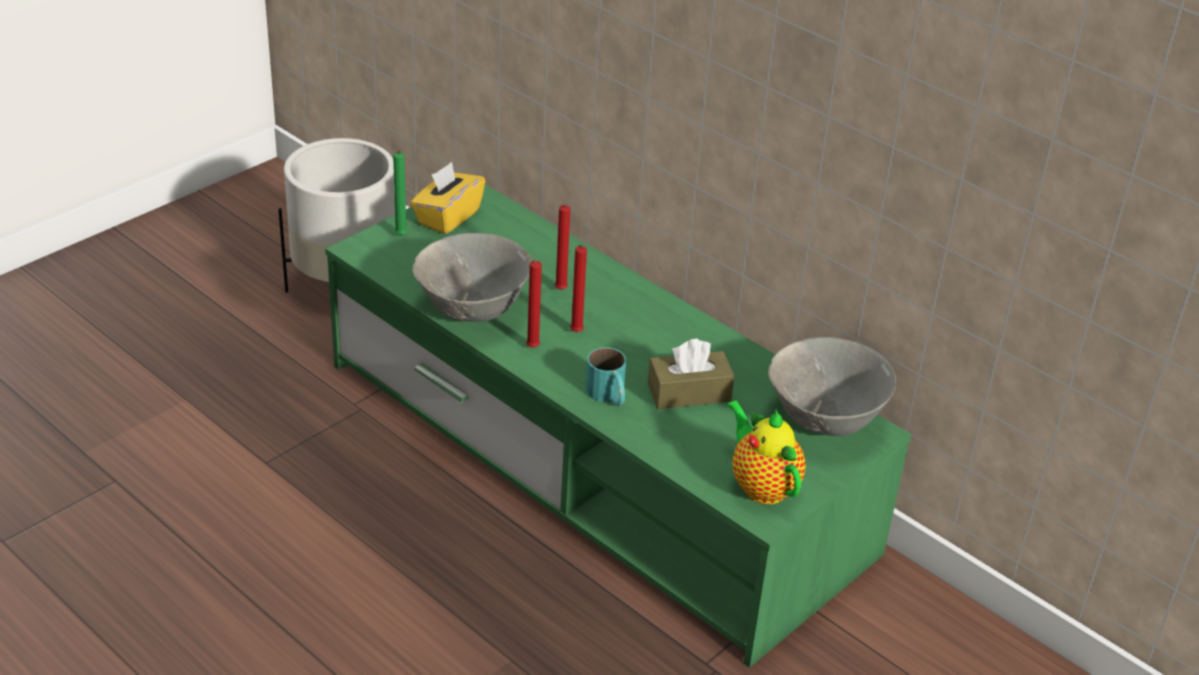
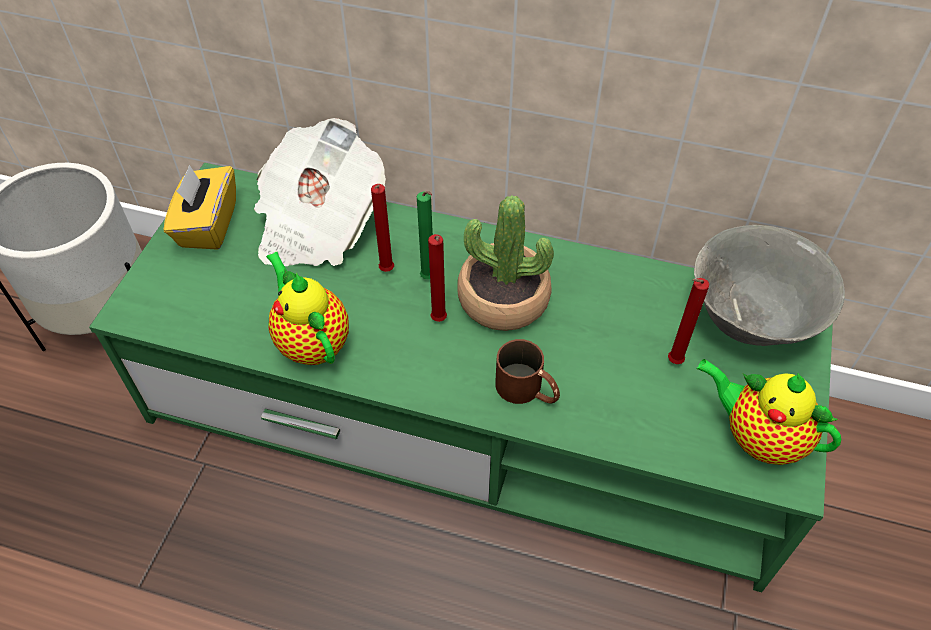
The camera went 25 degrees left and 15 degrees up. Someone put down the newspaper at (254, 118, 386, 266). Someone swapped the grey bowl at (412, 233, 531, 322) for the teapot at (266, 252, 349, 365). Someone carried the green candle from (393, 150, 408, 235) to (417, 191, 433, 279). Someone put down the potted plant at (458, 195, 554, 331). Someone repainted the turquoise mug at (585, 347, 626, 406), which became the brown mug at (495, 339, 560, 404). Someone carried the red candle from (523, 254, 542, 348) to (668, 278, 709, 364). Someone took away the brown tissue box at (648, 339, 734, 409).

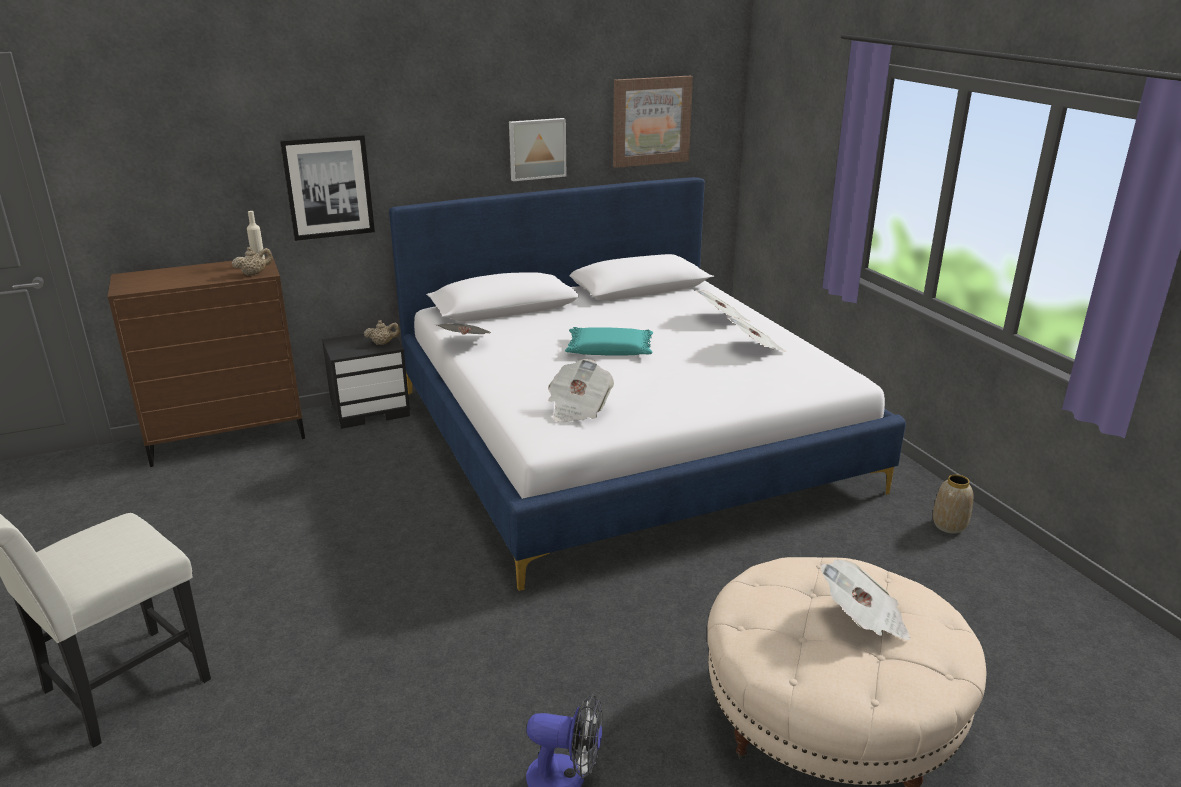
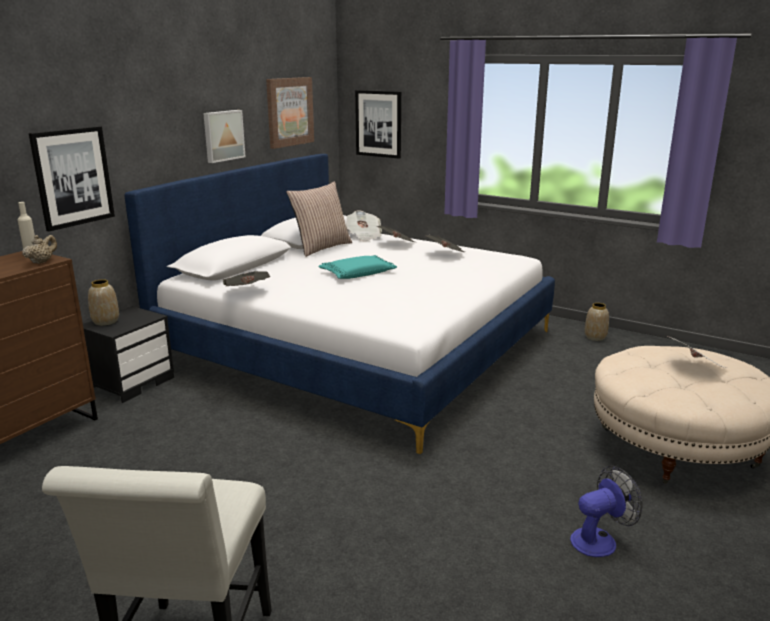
The camera went 35 degrees left and 5 degrees down. Someone put down the vase at (88, 279, 119, 326). Someone put down the pillow at (286, 181, 352, 257). Someone carried the newspaper from (548, 359, 614, 422) to (346, 211, 382, 241). Someone put up the picture at (355, 90, 401, 159). Someone took away the beige teapot at (364, 320, 400, 345).

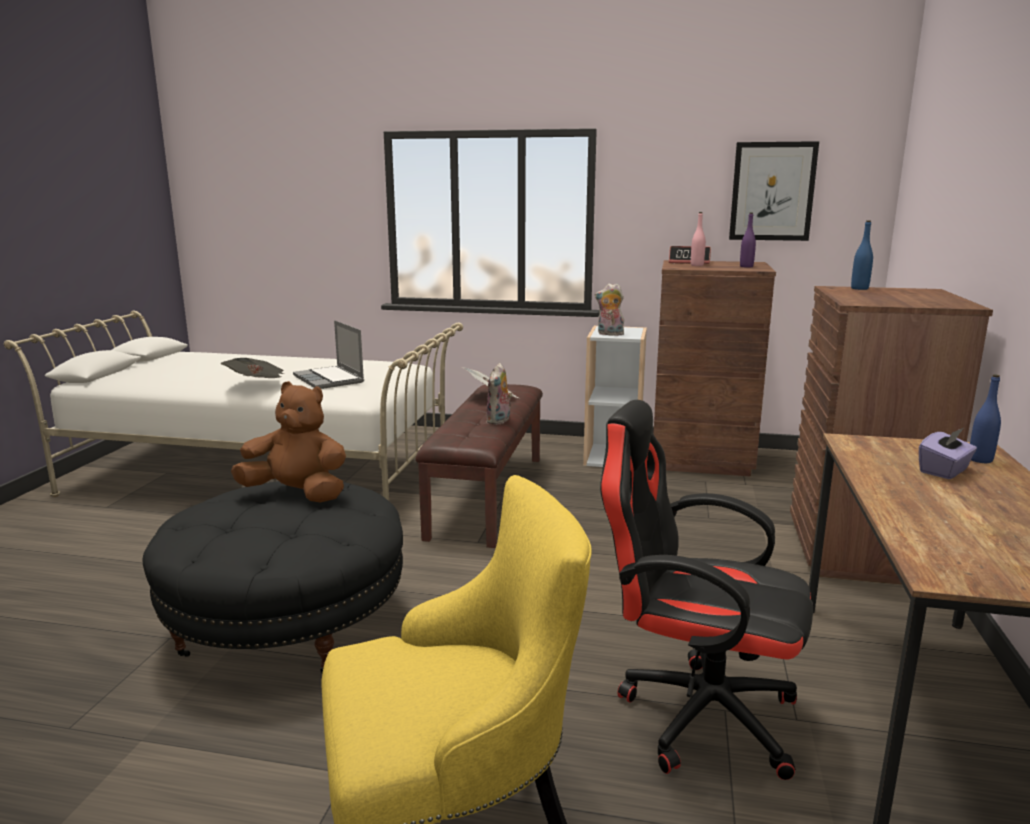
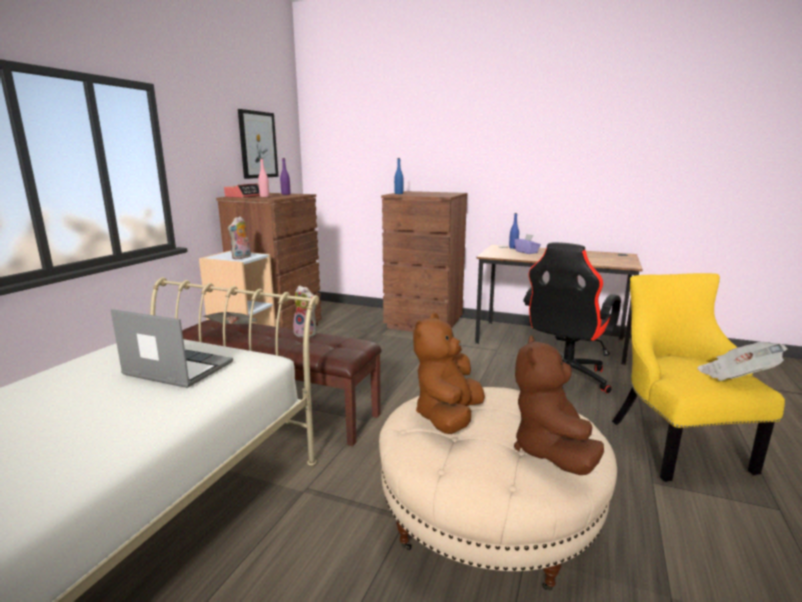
The camera went 80 degrees left and 0 degrees up. Someone rotated the laptop at (293, 320, 364, 389) by 135 degrees counterclockwise. Someone repainted the black ottoman at (143, 481, 403, 673), which became the beige ottoman at (379, 387, 617, 591). Someone put down the brown plush toy at (514, 335, 604, 475). Someone carried the newspaper from (221, 358, 284, 378) to (697, 342, 788, 381).

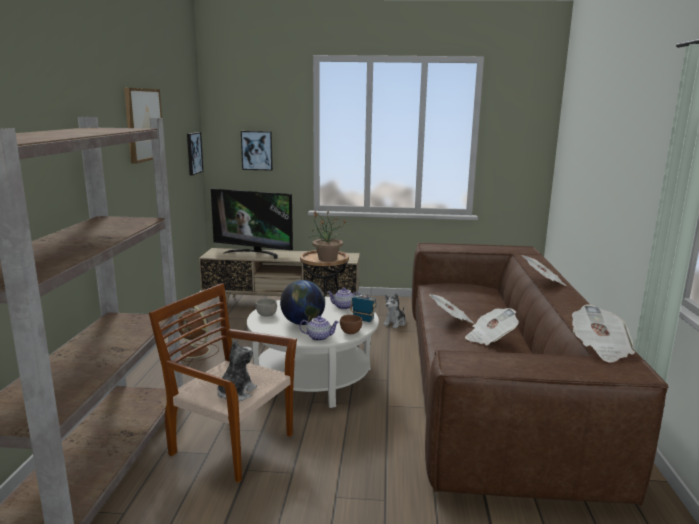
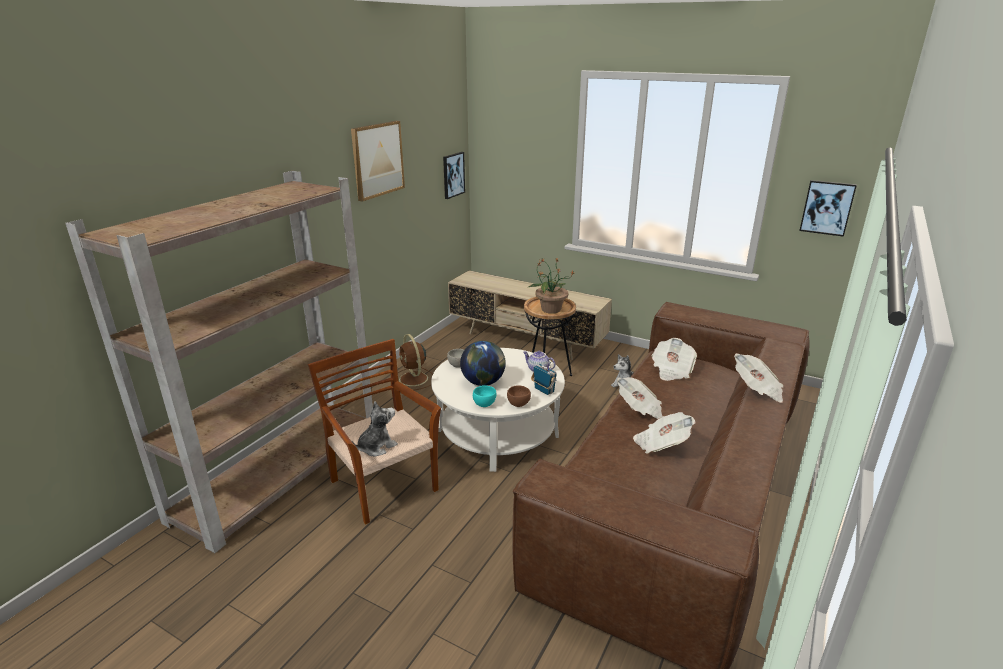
The camera went 25 degrees right and 10 degrees up. Someone swapped the teapot at (299, 316, 339, 341) for the turquoise bowl at (473, 385, 496, 407). Someone carried the newspaper from (572, 305, 635, 363) to (652, 338, 697, 381). Someone carried the picture from (241, 131, 273, 171) to (799, 180, 857, 237). Someone took away the television at (211, 189, 293, 259).

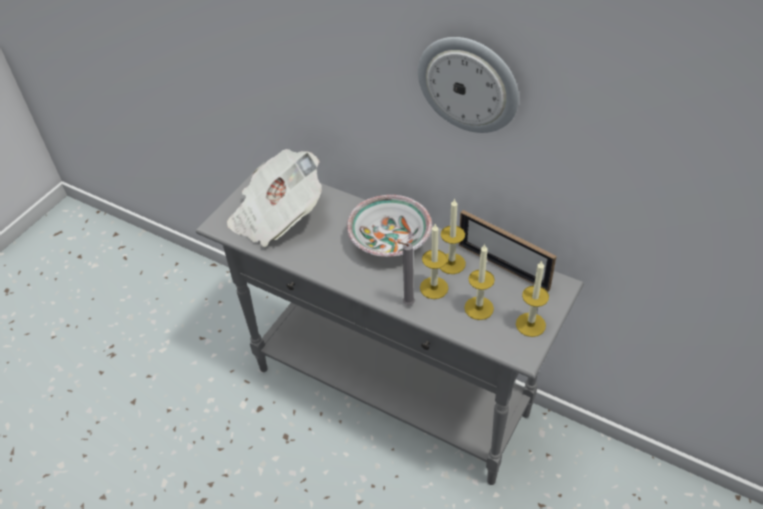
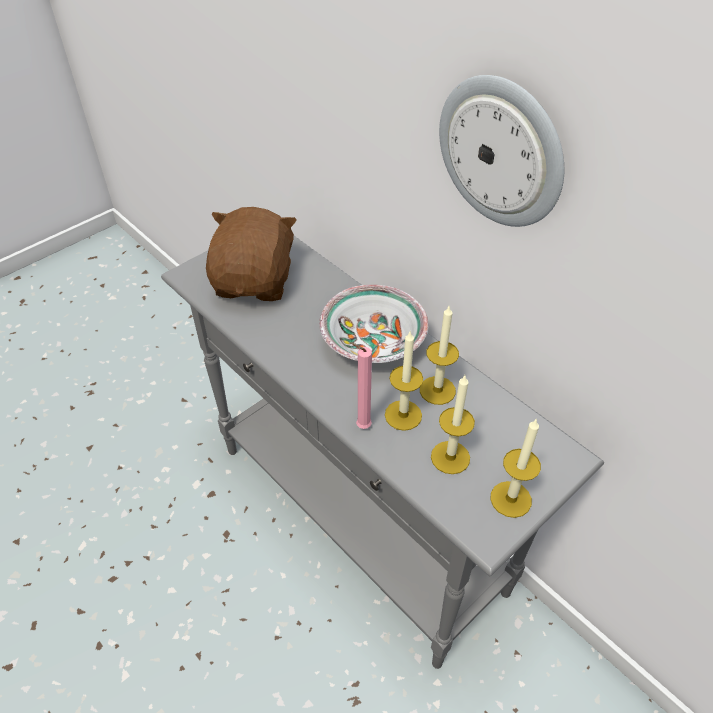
The camera went 15 degrees right and 0 degrees up. Someone swapped the newspaper at (227, 149, 322, 247) for the brown plush toy at (206, 207, 297, 301). Someone repainted the grey candle at (397, 242, 415, 305), which became the pink candle at (350, 342, 372, 429). Someone took away the picture frame at (459, 210, 557, 292).

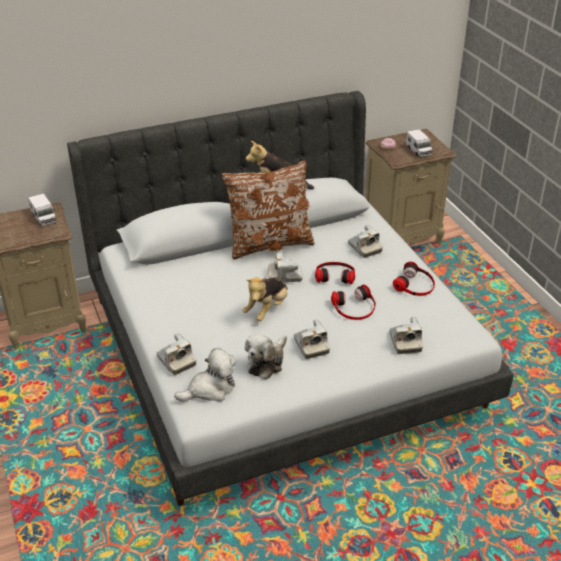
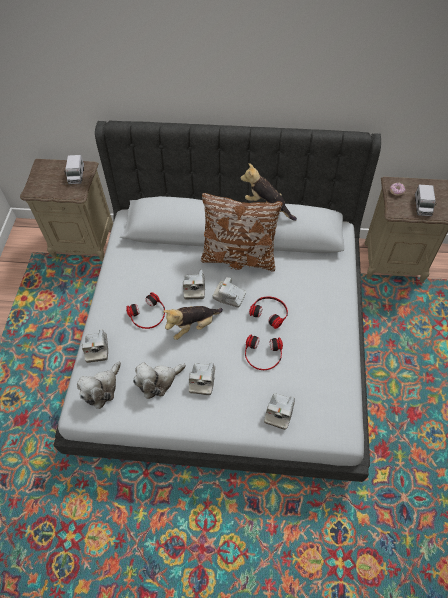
The camera went 30 degrees right and 20 degrees up. Someone rotated the plush toy at (174, 348, 236, 402) by 120 degrees clockwise. Someone carried the headphones from (393, 262, 435, 296) to (126, 292, 165, 329). Someone carried the photo camera from (348, 224, 383, 258) to (183, 270, 205, 300).

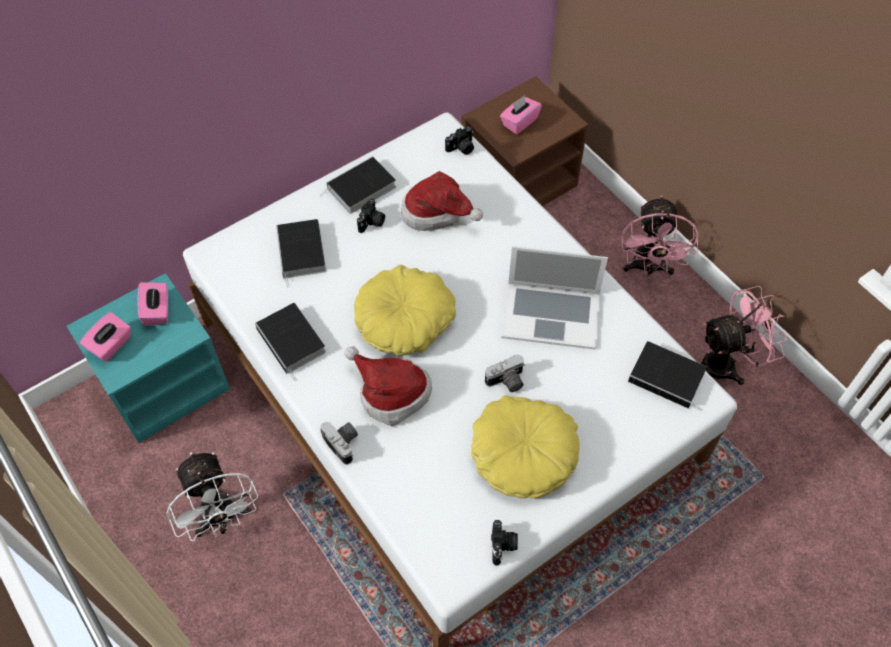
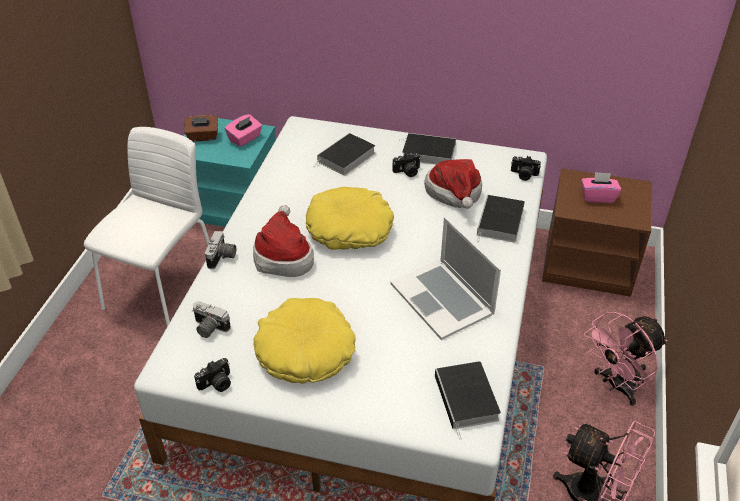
The camera went 50 degrees right and 15 degrees down. Someone swapped the white fan at (166, 452, 258, 541) for the white chair at (84, 127, 210, 326). Someone repainted the pink tissue box at (80, 312, 131, 362), which became the brown tissue box at (184, 115, 218, 142). Someone carried the photo camera from (485, 354, 525, 392) to (192, 301, 231, 338). Someone carried the book from (255, 303, 326, 382) to (477, 195, 525, 243).

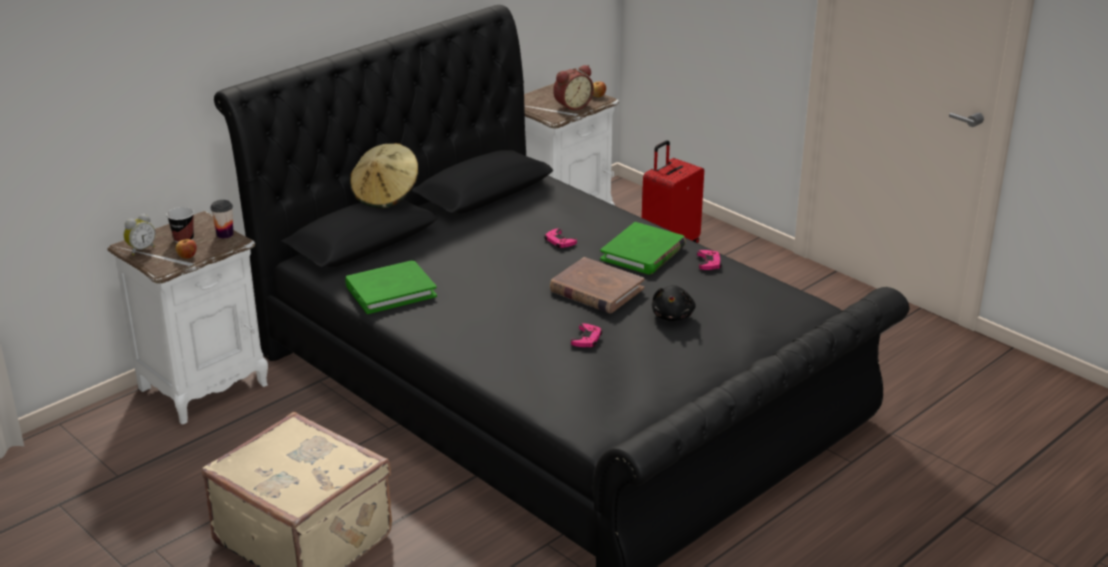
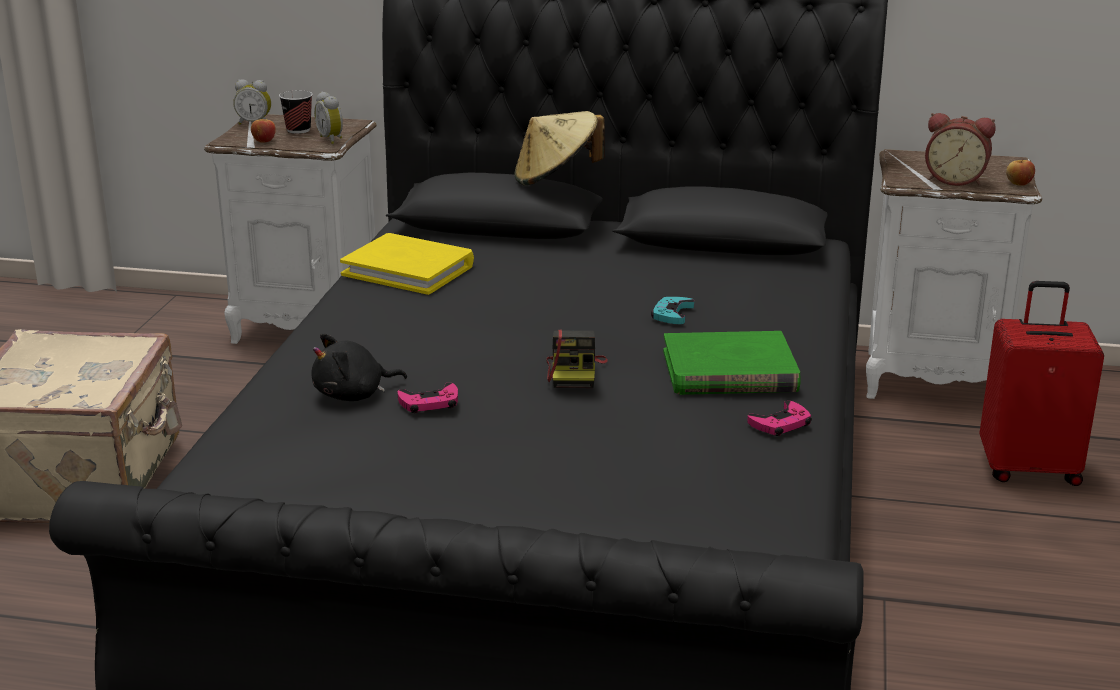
The camera went 55 degrees right and 5 degrees down. Someone carried the black plush toy from (652, 285, 696, 321) to (311, 333, 407, 401). Someone swapped the cup at (210, 200, 233, 239) for the alarm clock at (314, 92, 343, 144). Someone repainted the green book at (345, 261, 437, 314), which became the yellow book at (340, 233, 474, 295). Someone swapped the brown book at (550, 257, 645, 313) for the photo camera at (546, 329, 608, 388). Someone repainted the pink game controller at (544, 228, 577, 248), which became the turquoise game controller at (651, 297, 694, 324).

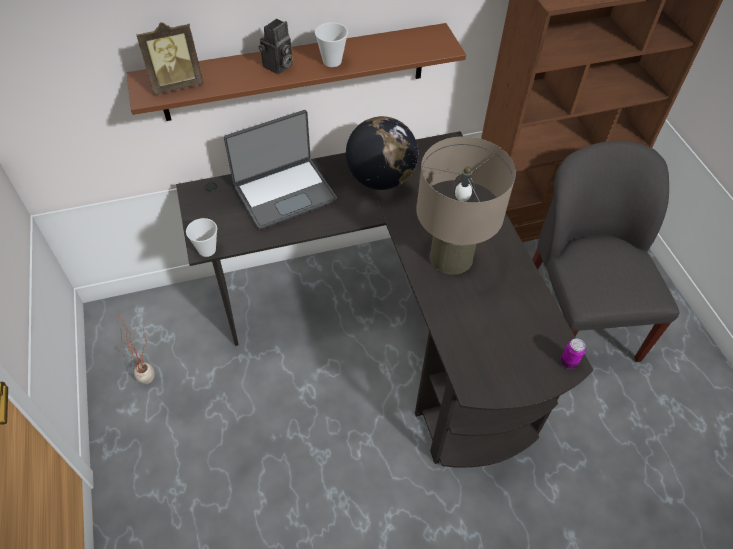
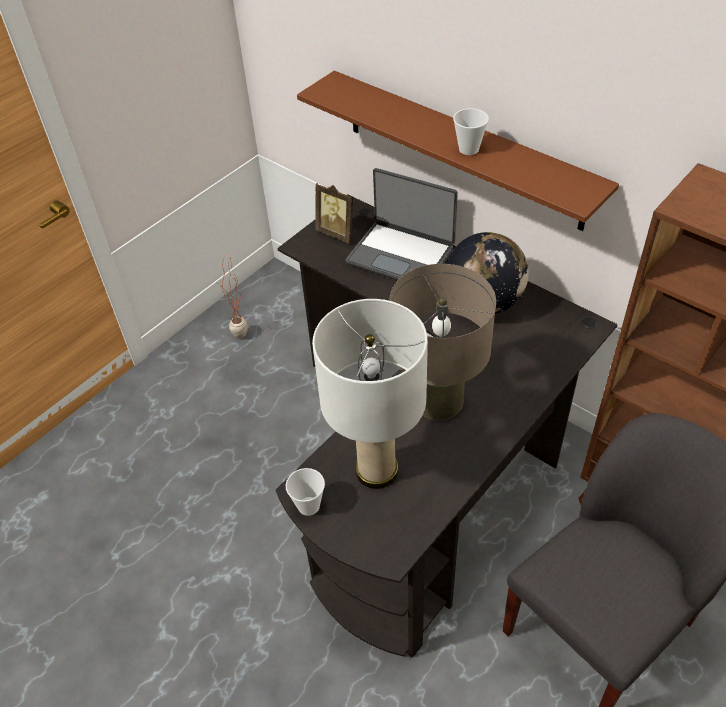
The camera went 60 degrees right and 5 degrees down. Someone carried the cup from (186, 218, 217, 257) to (286, 468, 325, 516). Someone put down the white table lamp at (312, 299, 428, 489). Someone carried the picture frame from (136, 22, 203, 95) to (315, 183, 357, 244). Someone took away the photo camera at (259, 19, 293, 74). Someone took away the can at (560, 338, 586, 369).

